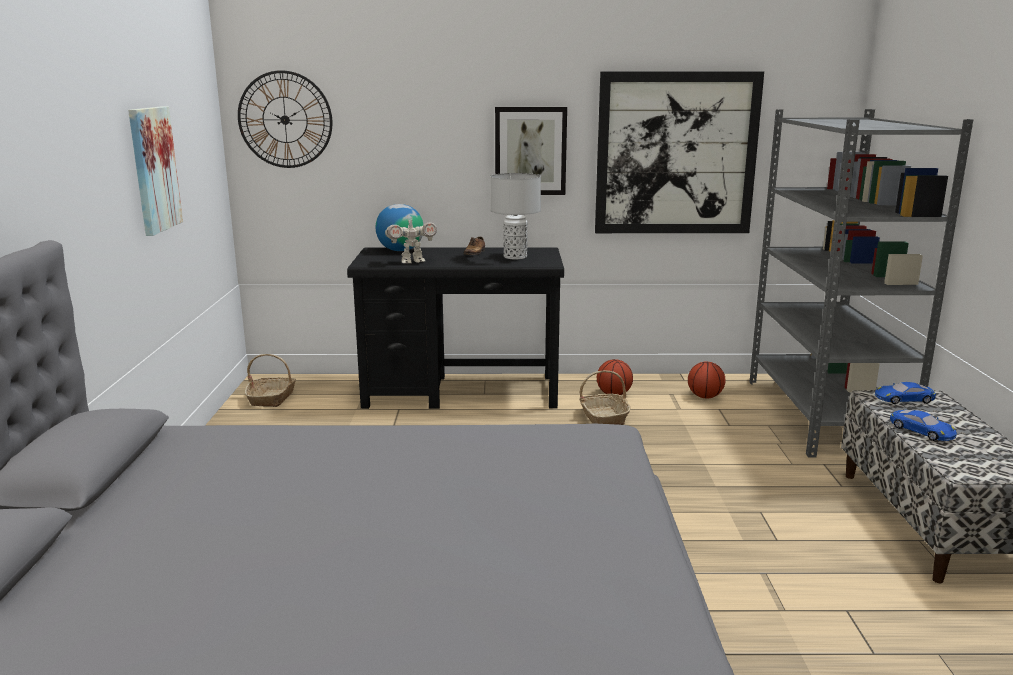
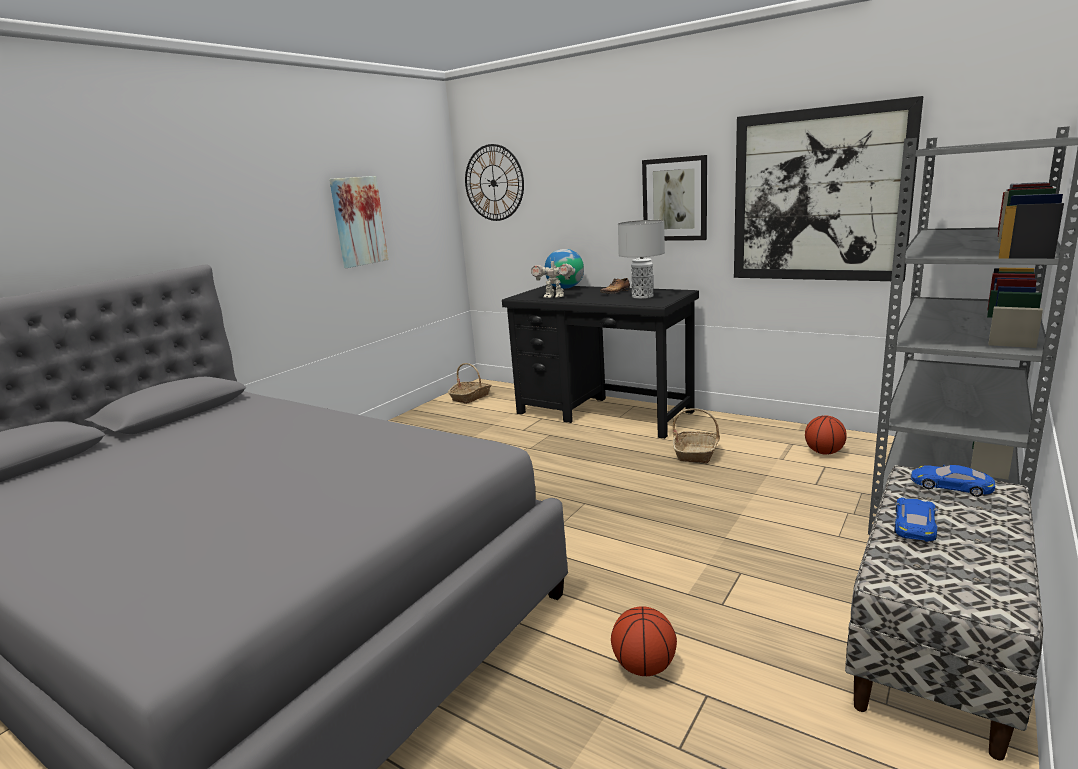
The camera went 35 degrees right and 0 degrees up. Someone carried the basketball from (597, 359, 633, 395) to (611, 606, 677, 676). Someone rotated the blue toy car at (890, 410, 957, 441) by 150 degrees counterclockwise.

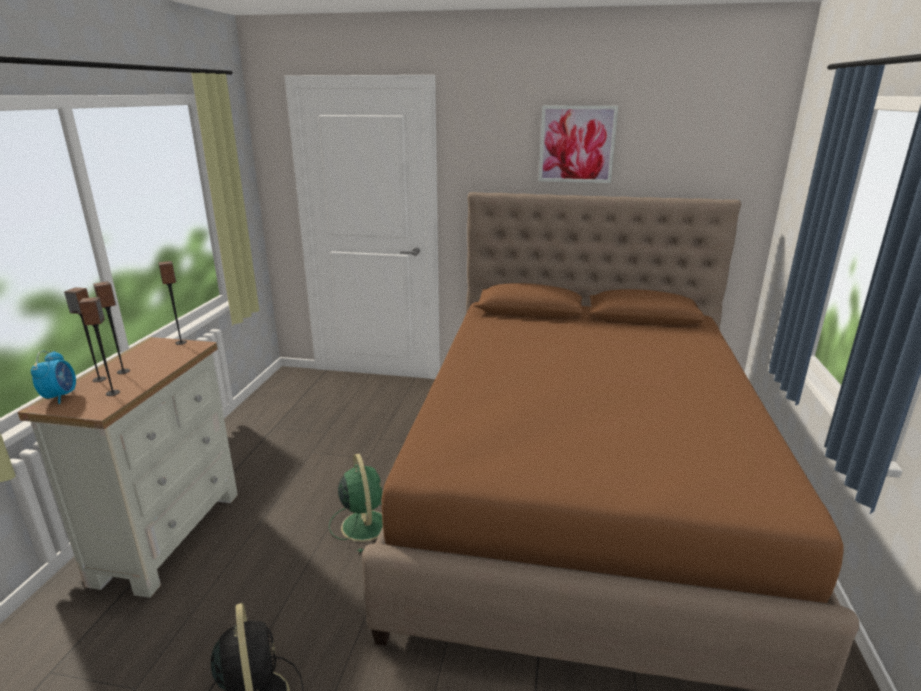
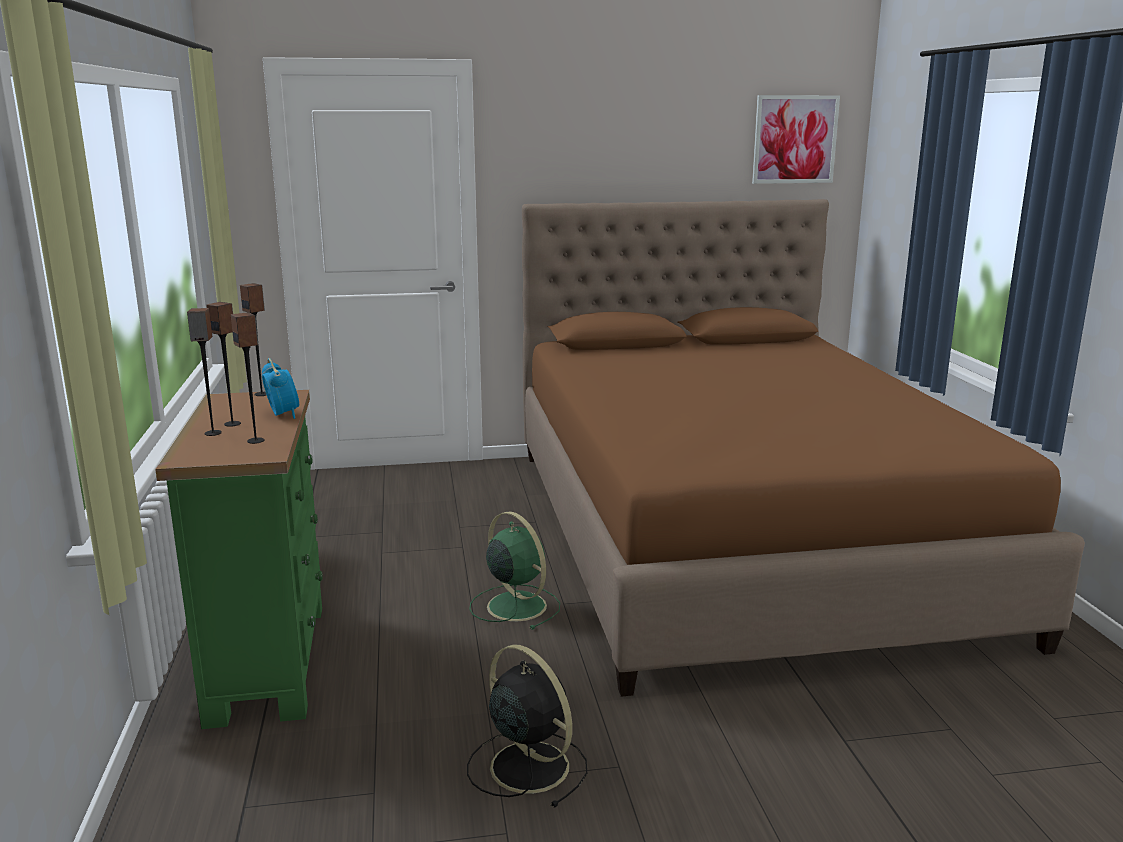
The camera went 20 degrees left and 5 degrees down. Someone repainted the white dresser at (18, 337, 238, 598), which became the green dresser at (155, 390, 323, 729). Someone carried the alarm clock from (31, 351, 76, 404) to (262, 358, 299, 419). Someone carried the picture from (539, 106, 618, 183) to (752, 95, 840, 184).

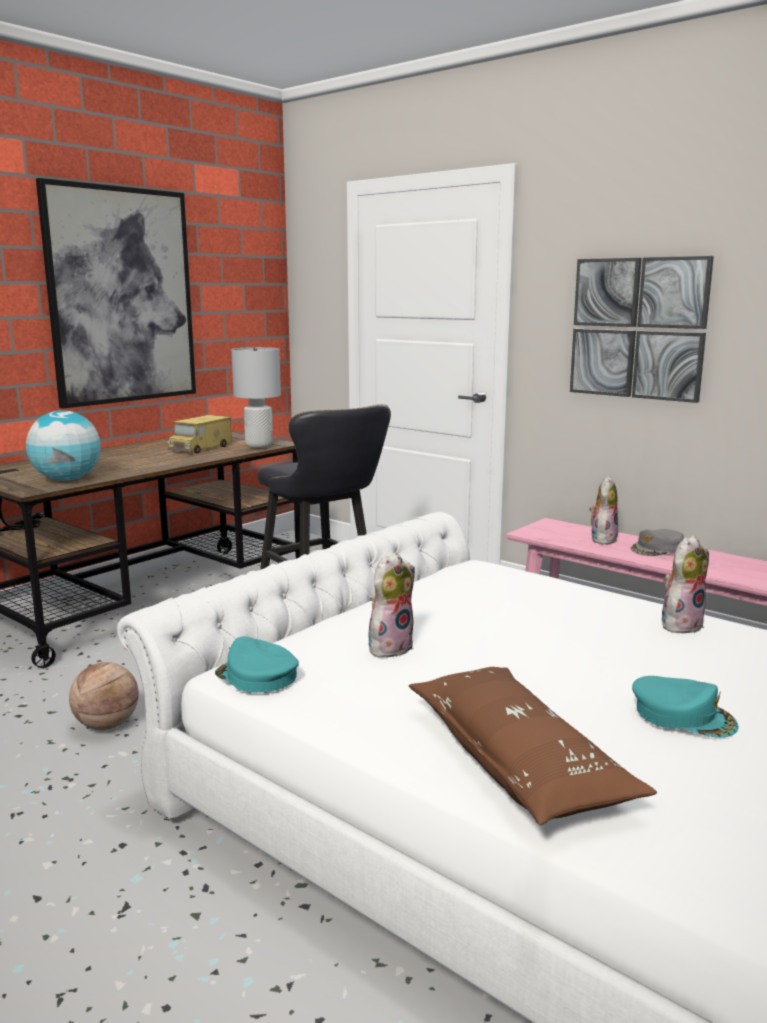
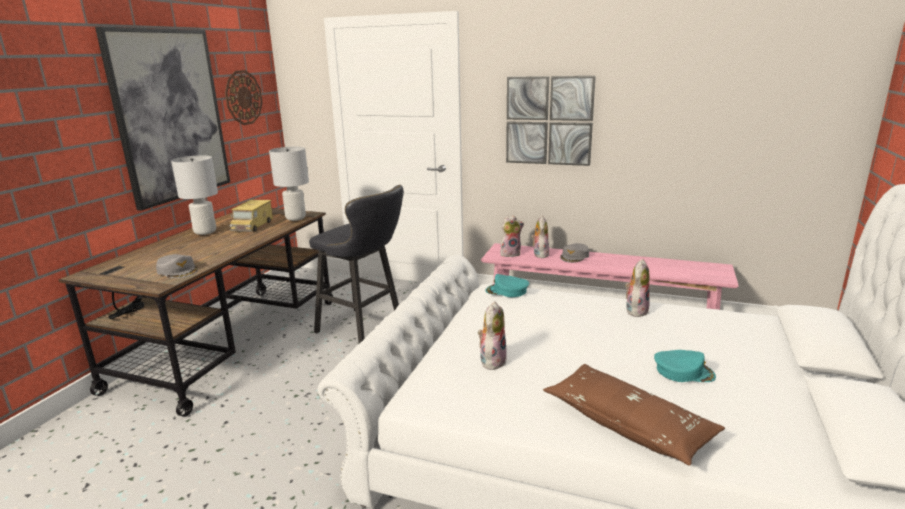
The camera went 20 degrees left and 5 degrees up. Someone swapped the globe at (26, 410, 101, 481) for the grey cap at (156, 254, 198, 278). Someone put down the grey table lamp at (171, 155, 218, 235). Someone put up the wall clock at (225, 70, 263, 125). Someone carried the turquoise cap from (215, 636, 299, 693) to (485, 274, 529, 297). Someone put down the plush toy at (501, 216, 524, 257). Someone took away the basketball at (69, 662, 139, 730).

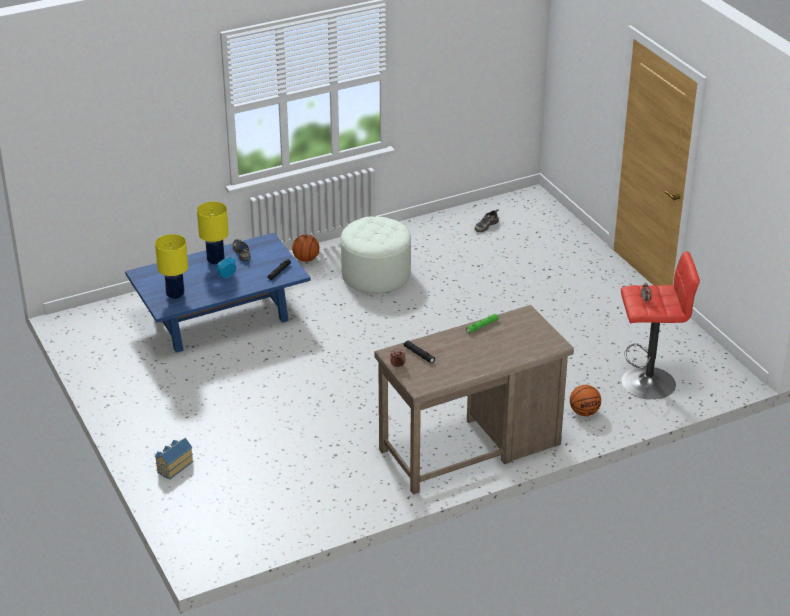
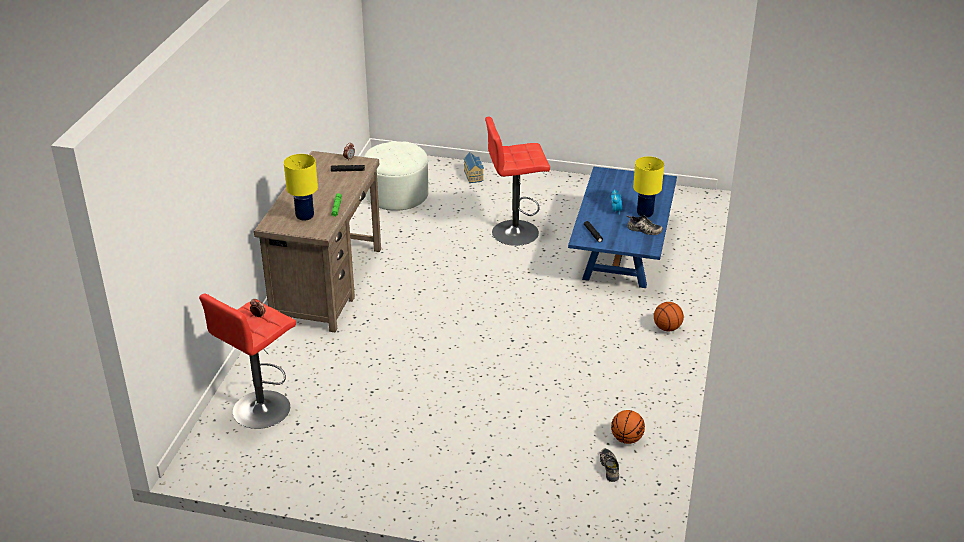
The camera went 130 degrees right and 0 degrees up. Someone carried the yellow table lamp from (155, 234, 188, 299) to (284, 154, 318, 221). Someone carried the white ottoman from (341, 217, 411, 294) to (364, 141, 429, 211). Someone put down the red stool at (485, 117, 550, 246). Someone carried the basketball from (570, 385, 601, 416) to (611, 410, 645, 444).

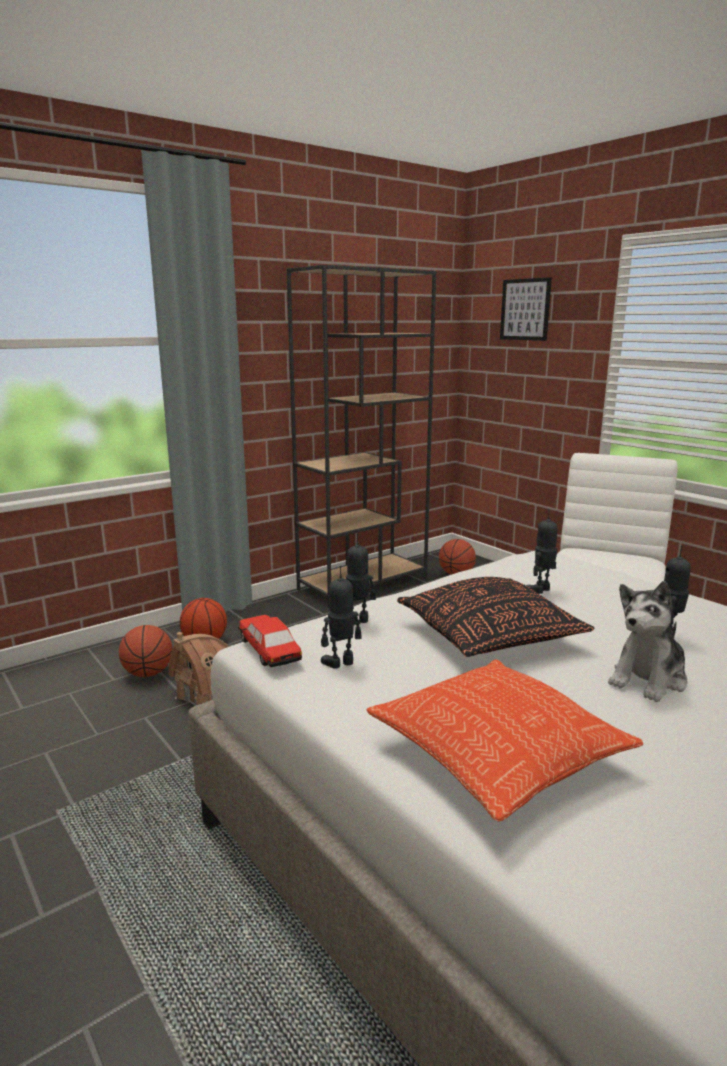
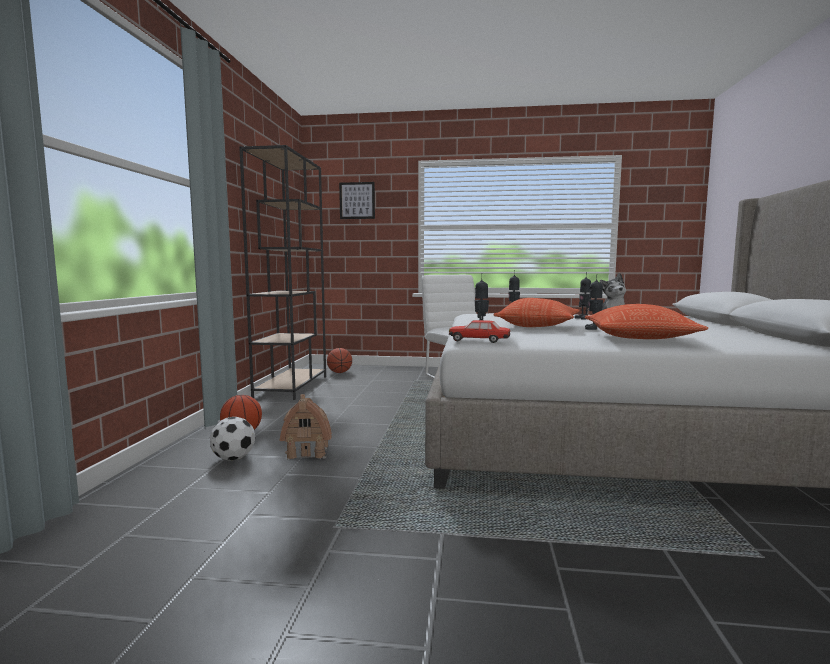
The camera went 45 degrees left and 10 degrees down. Someone swapped the basketball at (119, 625, 173, 677) for the football at (210, 417, 255, 461). Someone repainted the black pillow at (397, 577, 595, 657), which became the orange pillow at (494, 298, 580, 327). Someone carried the toy robot from (321, 566, 361, 669) to (585, 274, 603, 330).

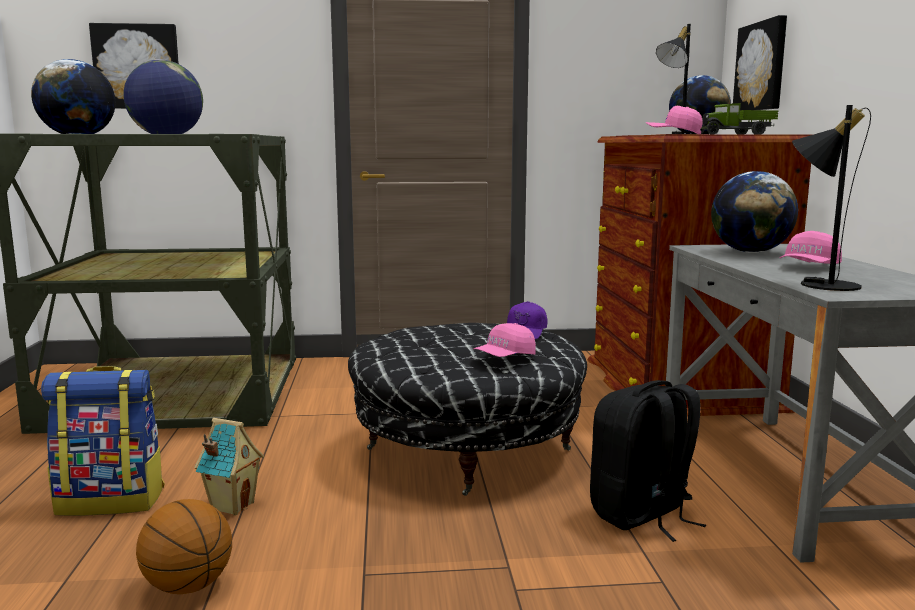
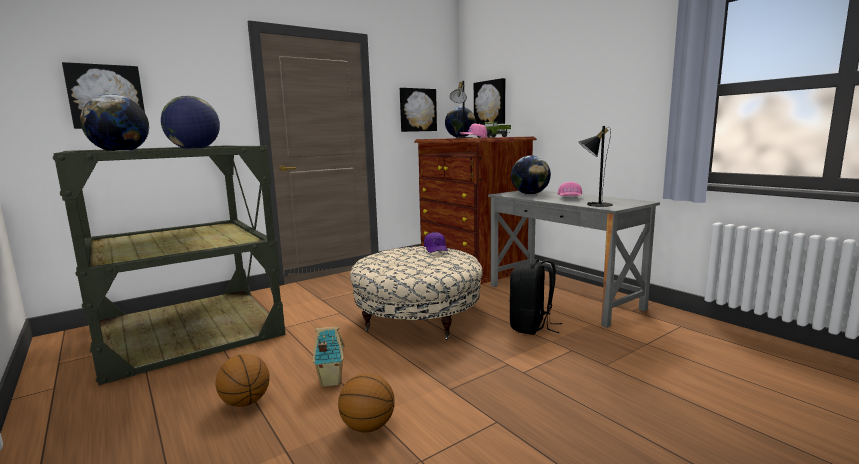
The camera went 30 degrees left and 0 degrees up. Someone swapped the backpack at (41, 366, 165, 516) for the basketball at (215, 354, 270, 407). Someone repainted the black ottoman at (348, 323, 587, 496), which became the beige ottoman at (350, 246, 483, 340). Someone put up the picture at (400, 88, 437, 132). Someone took away the pink cap at (473, 323, 536, 357).

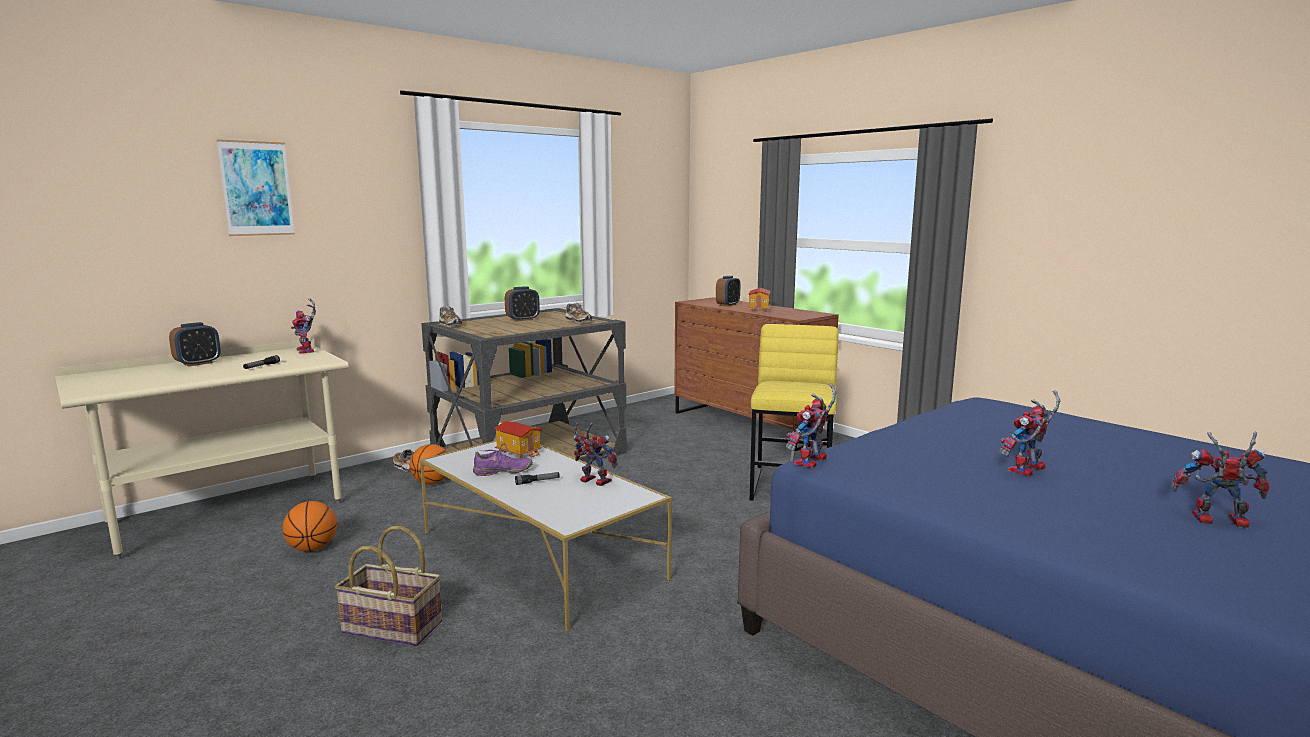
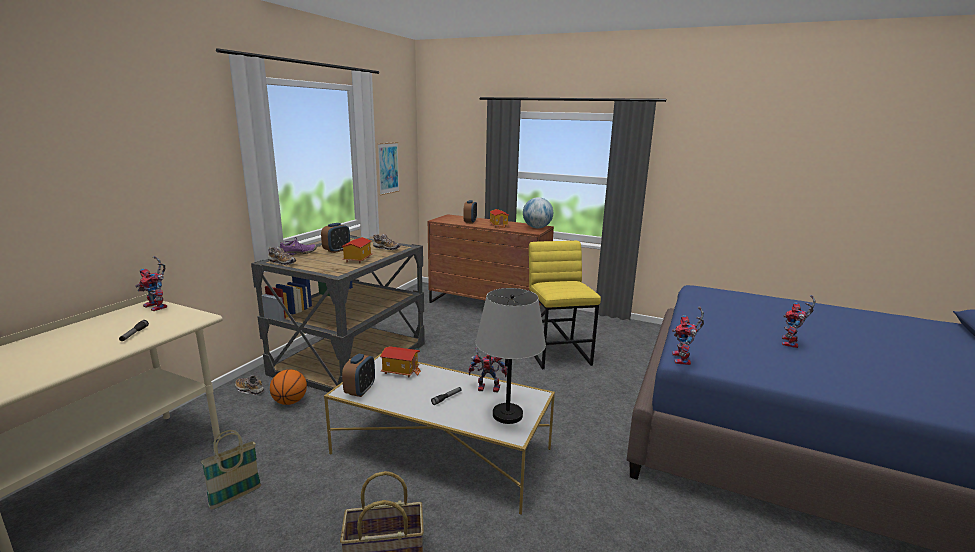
The camera went 25 degrees left and 5 degrees up. Someone swapped the basketball at (283, 501, 337, 552) for the basket at (201, 430, 261, 510). Someone carried the purple shoe from (473, 444, 533, 476) to (280, 237, 317, 256). Someone put down the toy house at (342, 237, 372, 264). Someone carried the alarm clock from (169, 322, 221, 366) to (342, 354, 375, 397). Someone carried the picture from (217, 139, 295, 236) to (377, 142, 400, 195). Someone put down the grey table lamp at (475, 288, 546, 424). Someone put down the globe at (523, 197, 553, 228). Someone took away the toy robot at (1171, 431, 1269, 528).

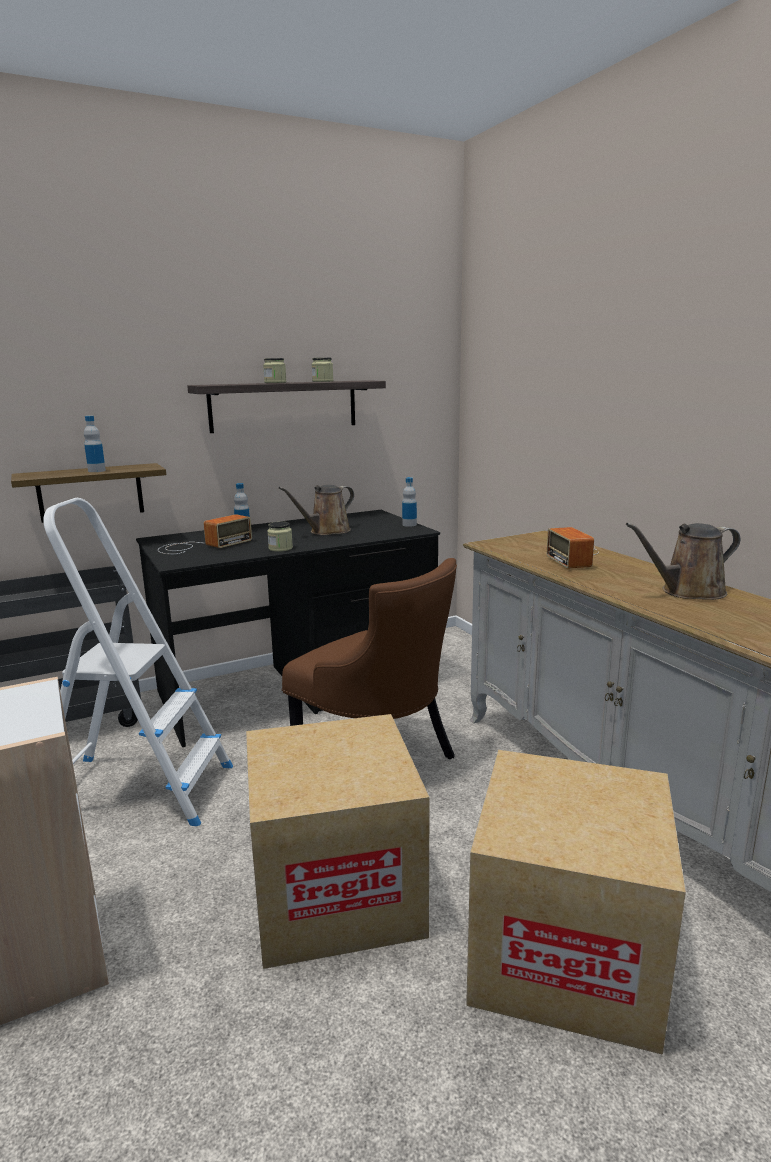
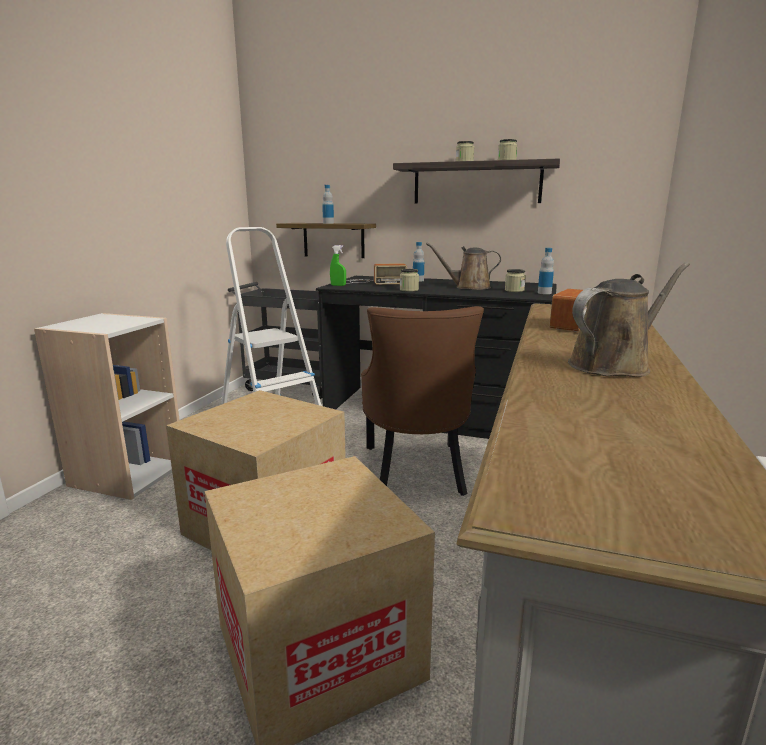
The camera went 45 degrees right and 0 degrees up. Someone put down the green spray bottle at (330, 245, 346, 286). Someone put down the jar at (505, 269, 526, 292). Someone rotated the brown watering can at (626, 523, 741, 600) by 120 degrees clockwise.

